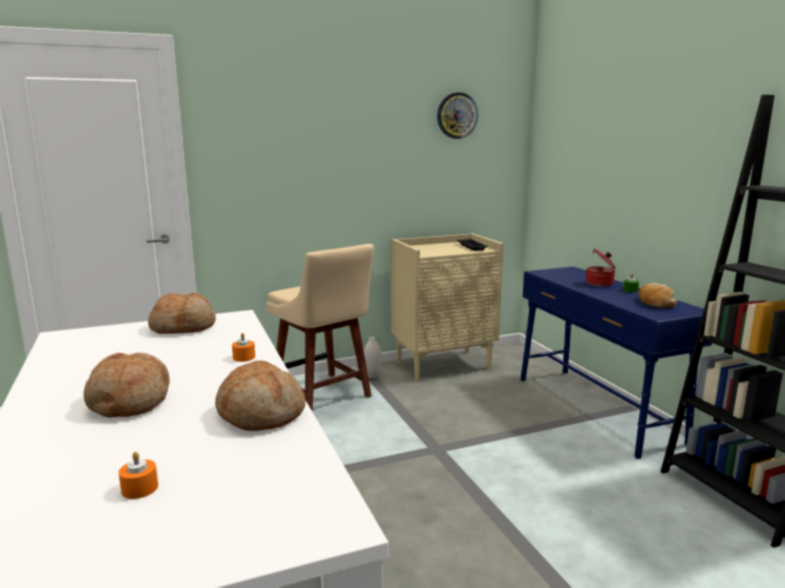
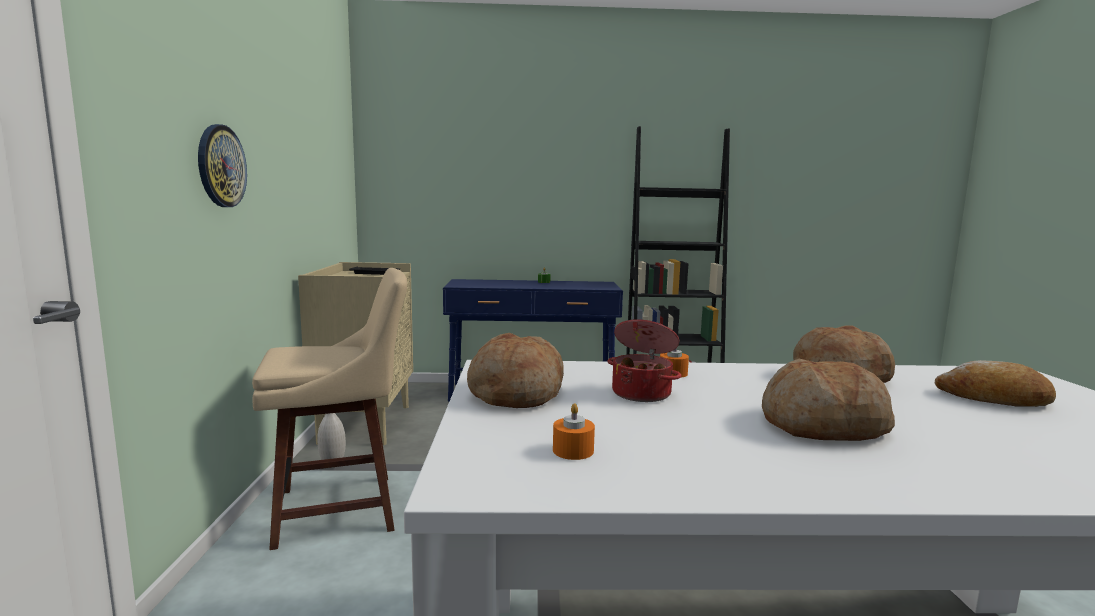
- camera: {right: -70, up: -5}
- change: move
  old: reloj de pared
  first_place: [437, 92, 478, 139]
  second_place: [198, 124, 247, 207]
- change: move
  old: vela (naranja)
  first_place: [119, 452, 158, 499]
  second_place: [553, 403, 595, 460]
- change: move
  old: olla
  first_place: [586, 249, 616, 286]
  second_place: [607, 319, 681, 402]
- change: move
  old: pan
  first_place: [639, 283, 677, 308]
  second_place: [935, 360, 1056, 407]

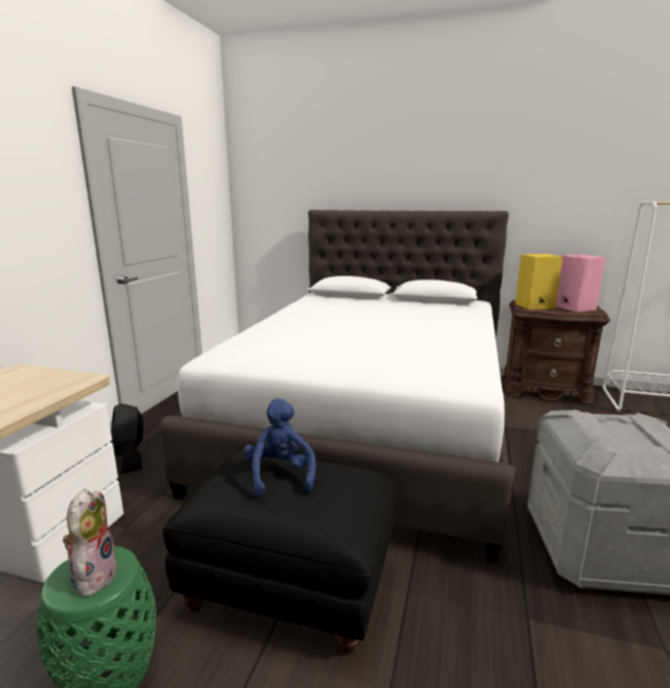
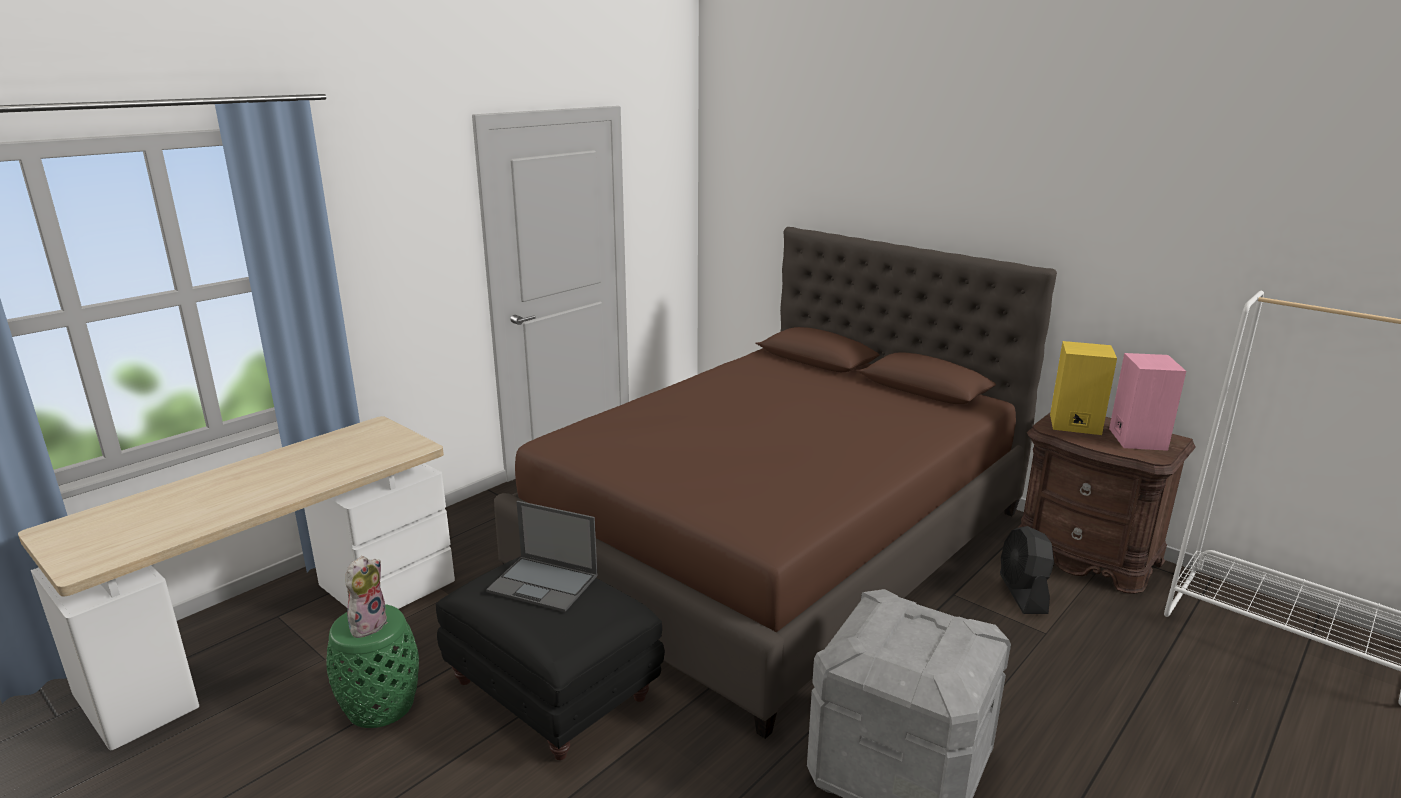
- camera: {right: 25, up: 5}
- change: replace
  old: peluche (azul)
  new: portátil
  first_place: [243, 399, 316, 497]
  second_place: [486, 501, 598, 612]
- change: recolor
  old: cama (blanco)
  new: cama (marrón)
  first_place: [160, 210, 515, 562]
  second_place: [494, 227, 1057, 739]
- change: move
  old: ventilador (negro)
  first_place: [111, 403, 144, 474]
  second_place: [1000, 526, 1054, 614]

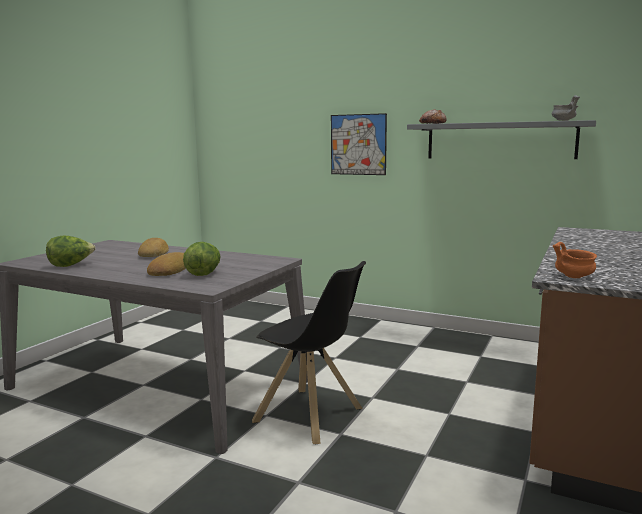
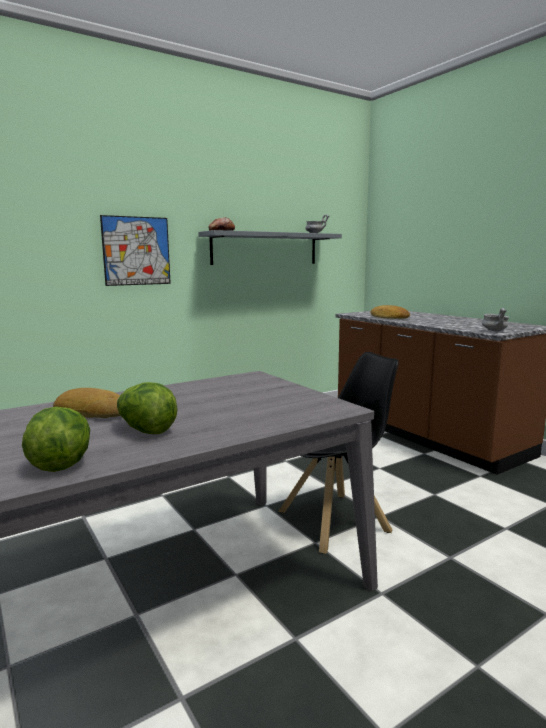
- camera: {right: -60, up: 0}
- change: move
  old: lechuga
  first_place: [183, 242, 221, 276]
  second_place: [117, 382, 178, 434]
- change: move
  old: pan
  first_place: [147, 252, 186, 276]
  second_place: [371, 305, 410, 319]
- change: recolor
  old: cuenco (naranja)
  new: cuenco (gris)
  first_place: [553, 242, 597, 278]
  second_place: [482, 308, 510, 331]

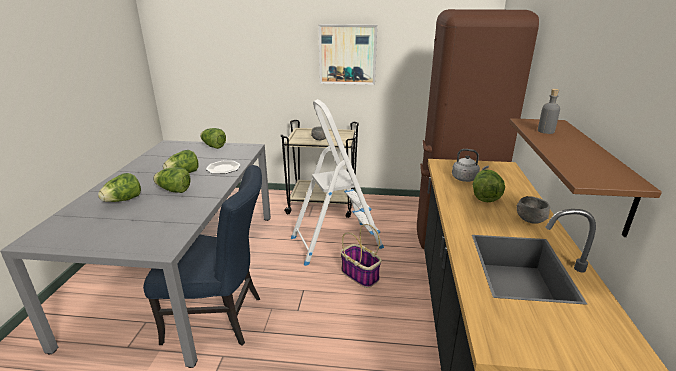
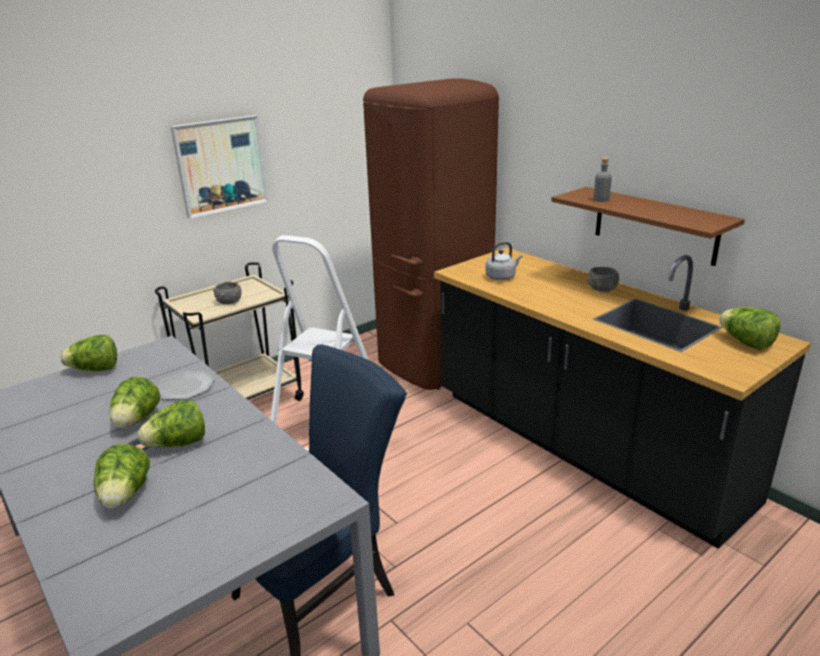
- camera: {right: -45, up: 0}
- change: move
  old: lechuga
  first_place: [473, 169, 505, 202]
  second_place: [719, 307, 781, 350]
- change: delete
  old: cesta
  first_place: [341, 224, 381, 288]

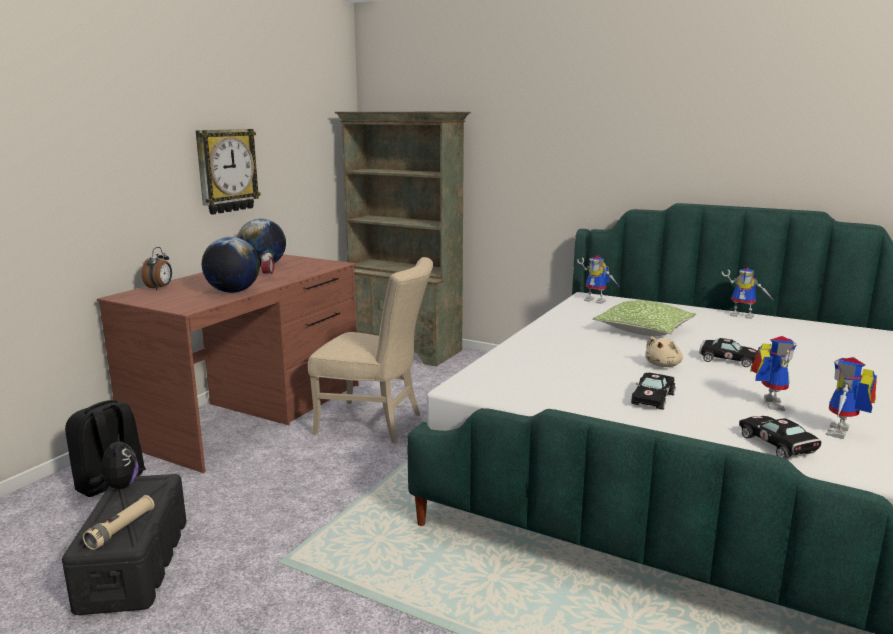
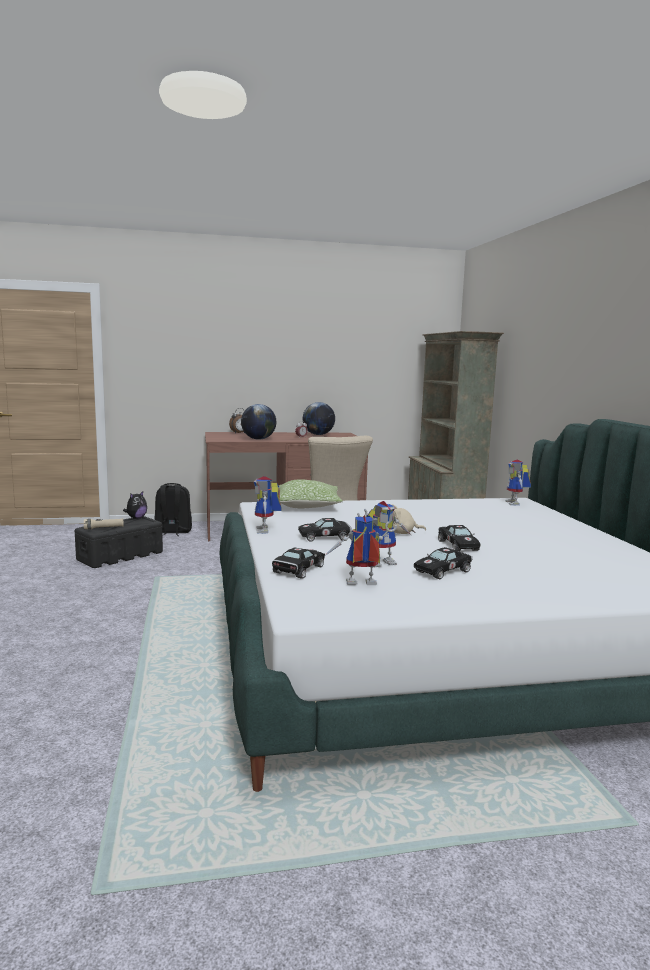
- camera: {right: 50, up: -5}
- change: move
  old: robot de juguete
  first_place: [721, 267, 773, 319]
  second_place: [254, 476, 281, 534]
- change: move
  old: cojín
  first_place: [593, 300, 696, 336]
  second_place: [278, 479, 343, 509]
- change: insert
  new: coche de juguete (negro)
  second_place: [414, 547, 472, 579]
- change: delete
  old: reloj de pared
  first_place: [196, 129, 261, 215]

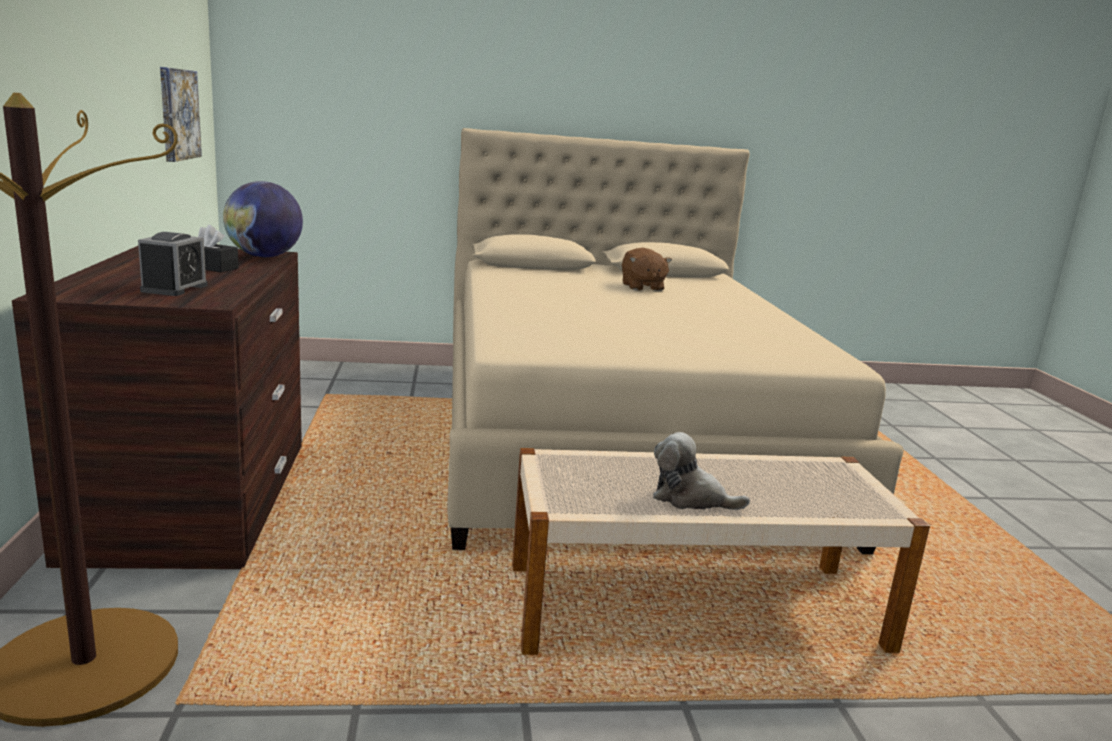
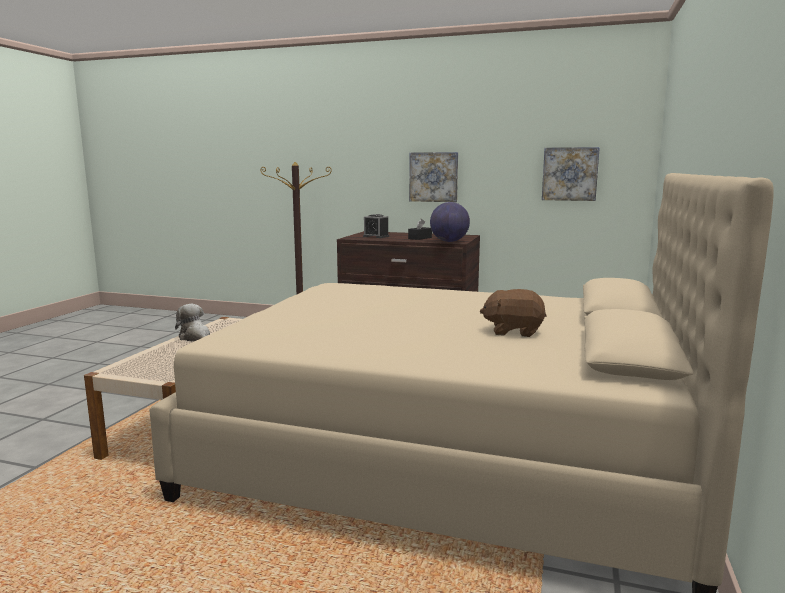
- camera: {right: 115, up: -5}
- change: rotate
  old: peluche
  first_place: [653, 432, 750, 510]
  second_place: [175, 304, 210, 341]
  degrees: -90
- change: insert
  new: cuadro
  second_place: [409, 152, 458, 202]

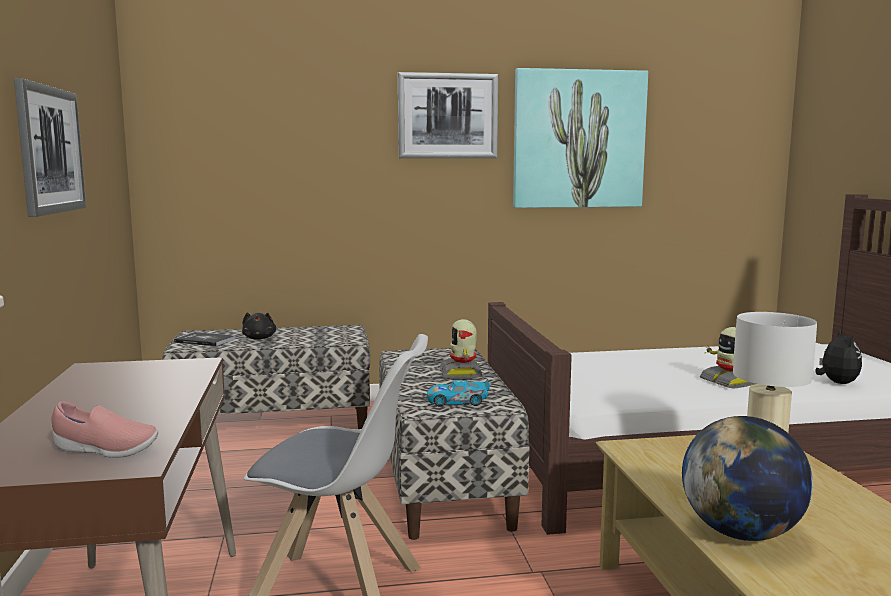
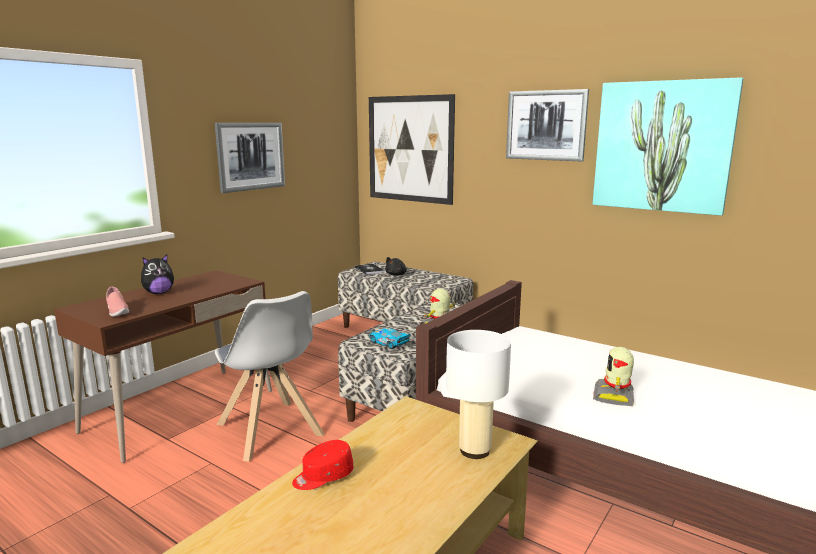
- camera: {right: 45, up: 5}
- change: move
  old: peluche
  first_place: [816, 330, 862, 384]
  second_place: [141, 254, 174, 294]
- change: replace
  old: globo terráqueo
  new: gorra (rojo)
  first_place: [682, 416, 813, 541]
  second_place: [292, 440, 354, 490]
- change: insert
  new: cuadro
  second_place: [369, 94, 455, 205]

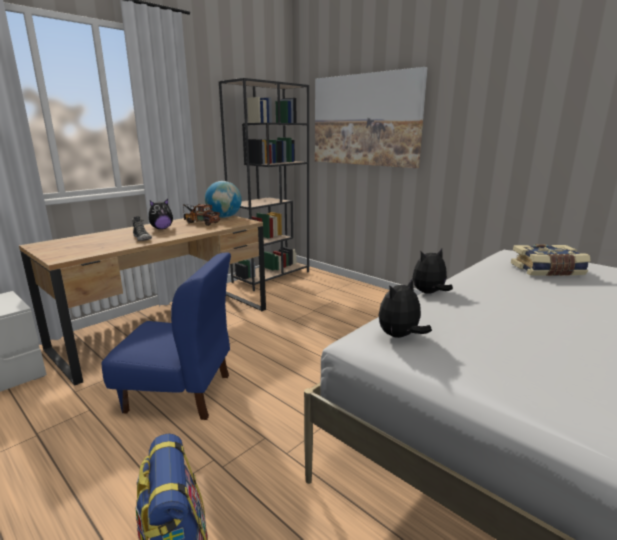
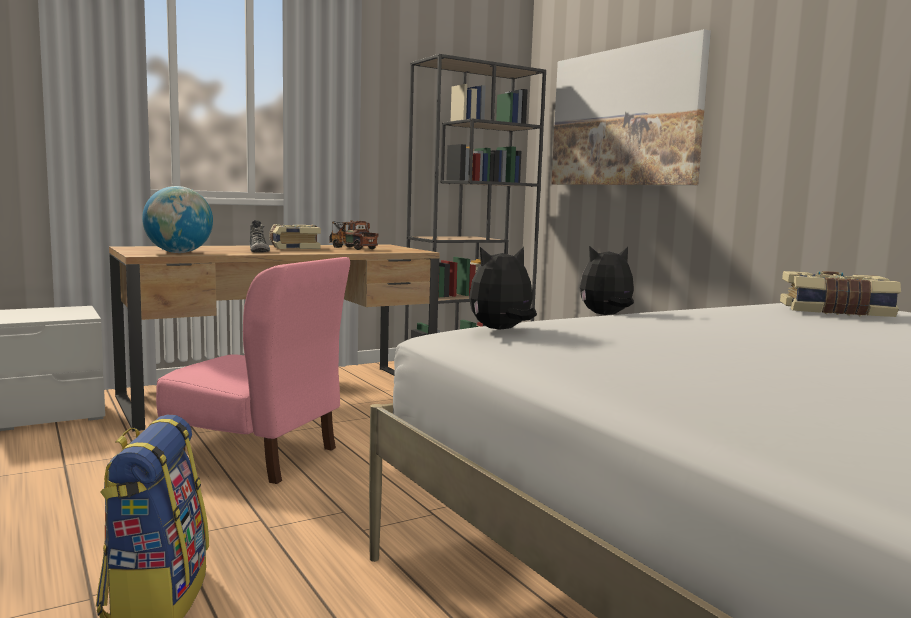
- camera: {right: 15, up: -10}
- change: move
  old: globo terráqueo
  first_place: [205, 181, 242, 218]
  second_place: [142, 186, 213, 253]
- change: recolor
  old: silla (azul)
  new: silla (rosa)
  first_place: [102, 253, 231, 420]
  second_place: [156, 257, 350, 484]
- change: replace
  old: peluche
  new: libro
  first_place: [149, 199, 173, 229]
  second_place: [269, 224, 321, 249]

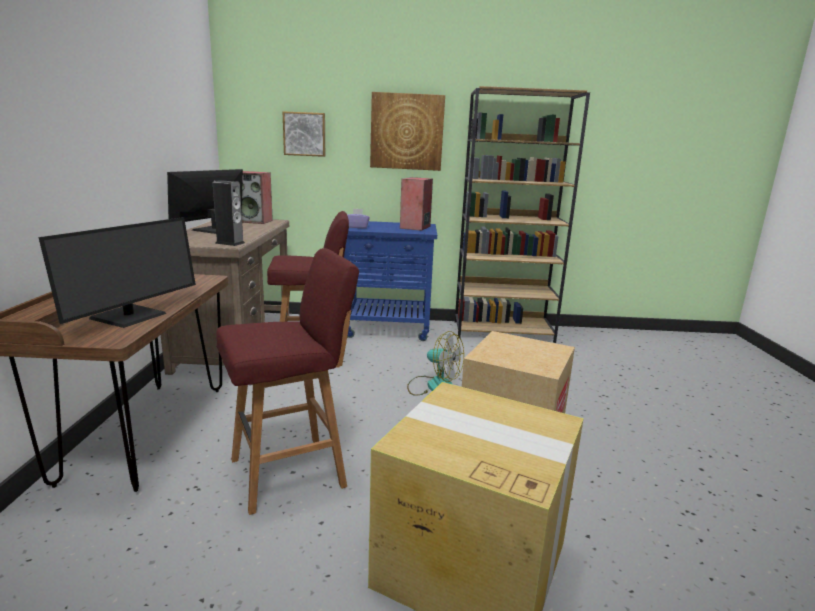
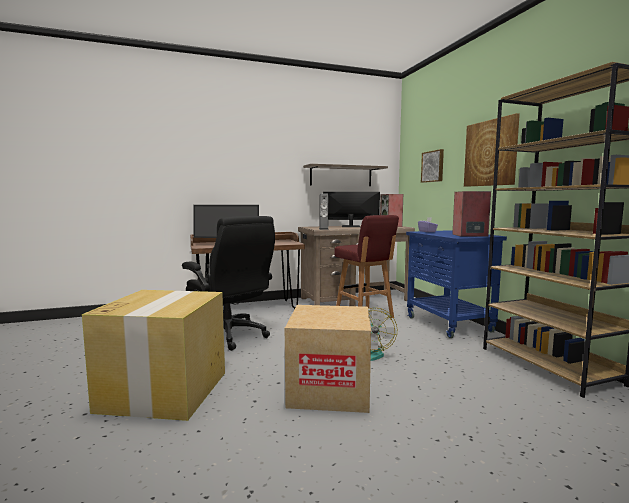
- camera: {right: 70, up: -10}
- change: replace
  old: taburete (rojo)
  new: silla de oficina (negro)
  first_place: [216, 248, 359, 515]
  second_place: [182, 216, 275, 351]
- change: insert
  new: estante
  second_place: [303, 164, 388, 186]

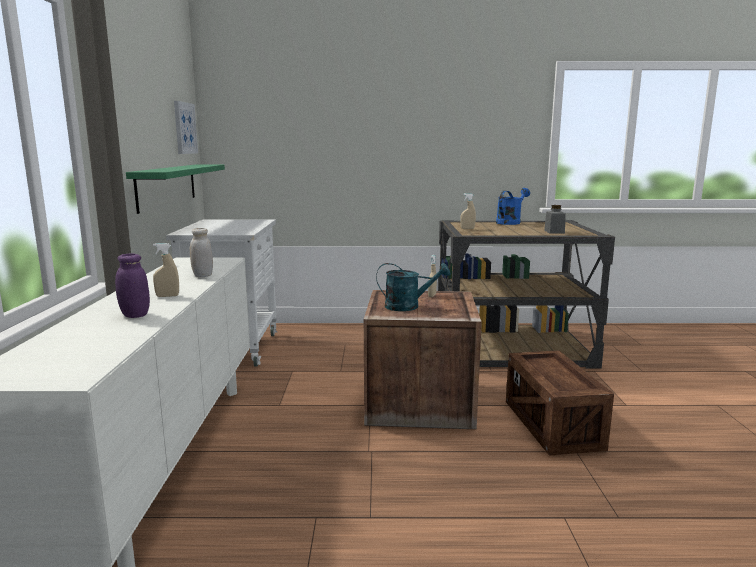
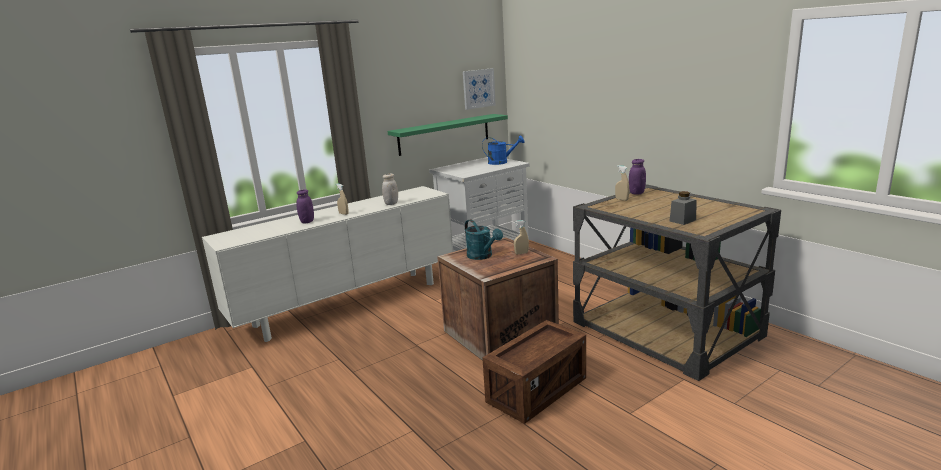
- camera: {right: 55, up: 5}
- change: move
  old: regadera (azul)
  first_place: [496, 188, 530, 225]
  second_place: [482, 136, 525, 165]
- change: insert
  new: tarro (morado)
  second_place: [629, 159, 646, 195]

